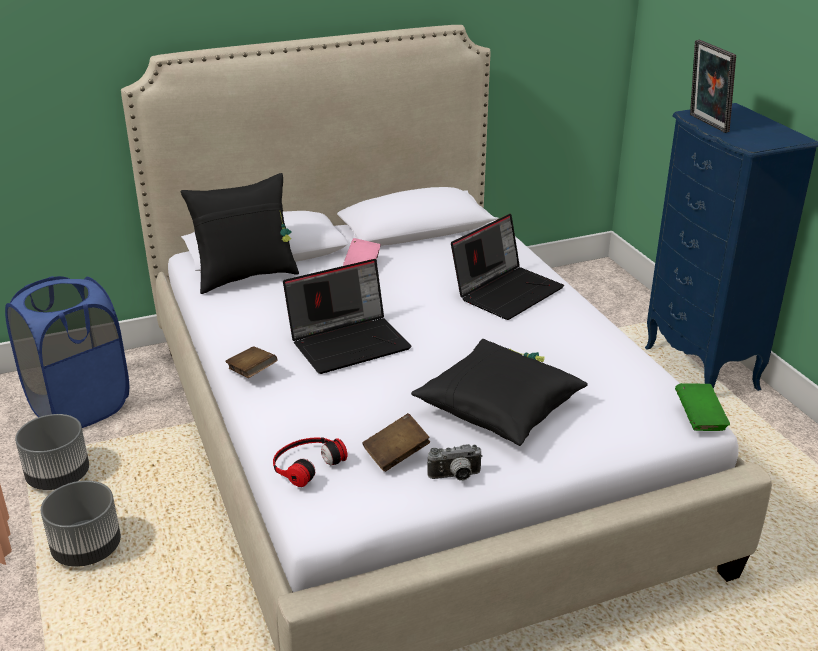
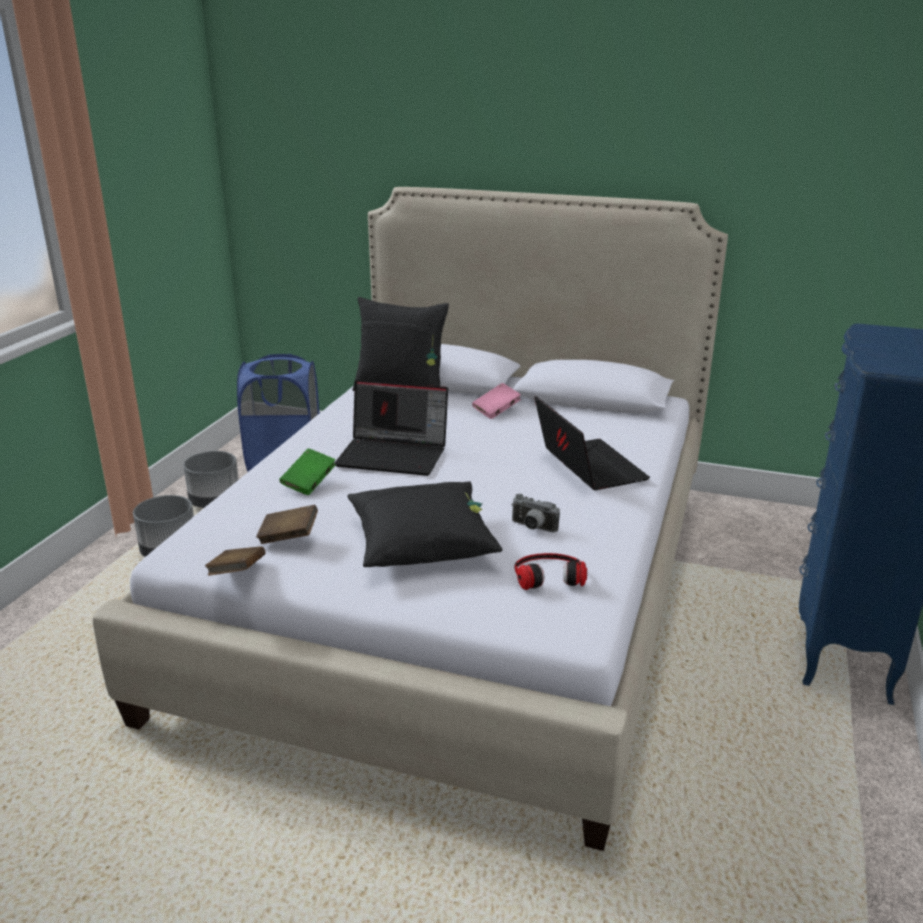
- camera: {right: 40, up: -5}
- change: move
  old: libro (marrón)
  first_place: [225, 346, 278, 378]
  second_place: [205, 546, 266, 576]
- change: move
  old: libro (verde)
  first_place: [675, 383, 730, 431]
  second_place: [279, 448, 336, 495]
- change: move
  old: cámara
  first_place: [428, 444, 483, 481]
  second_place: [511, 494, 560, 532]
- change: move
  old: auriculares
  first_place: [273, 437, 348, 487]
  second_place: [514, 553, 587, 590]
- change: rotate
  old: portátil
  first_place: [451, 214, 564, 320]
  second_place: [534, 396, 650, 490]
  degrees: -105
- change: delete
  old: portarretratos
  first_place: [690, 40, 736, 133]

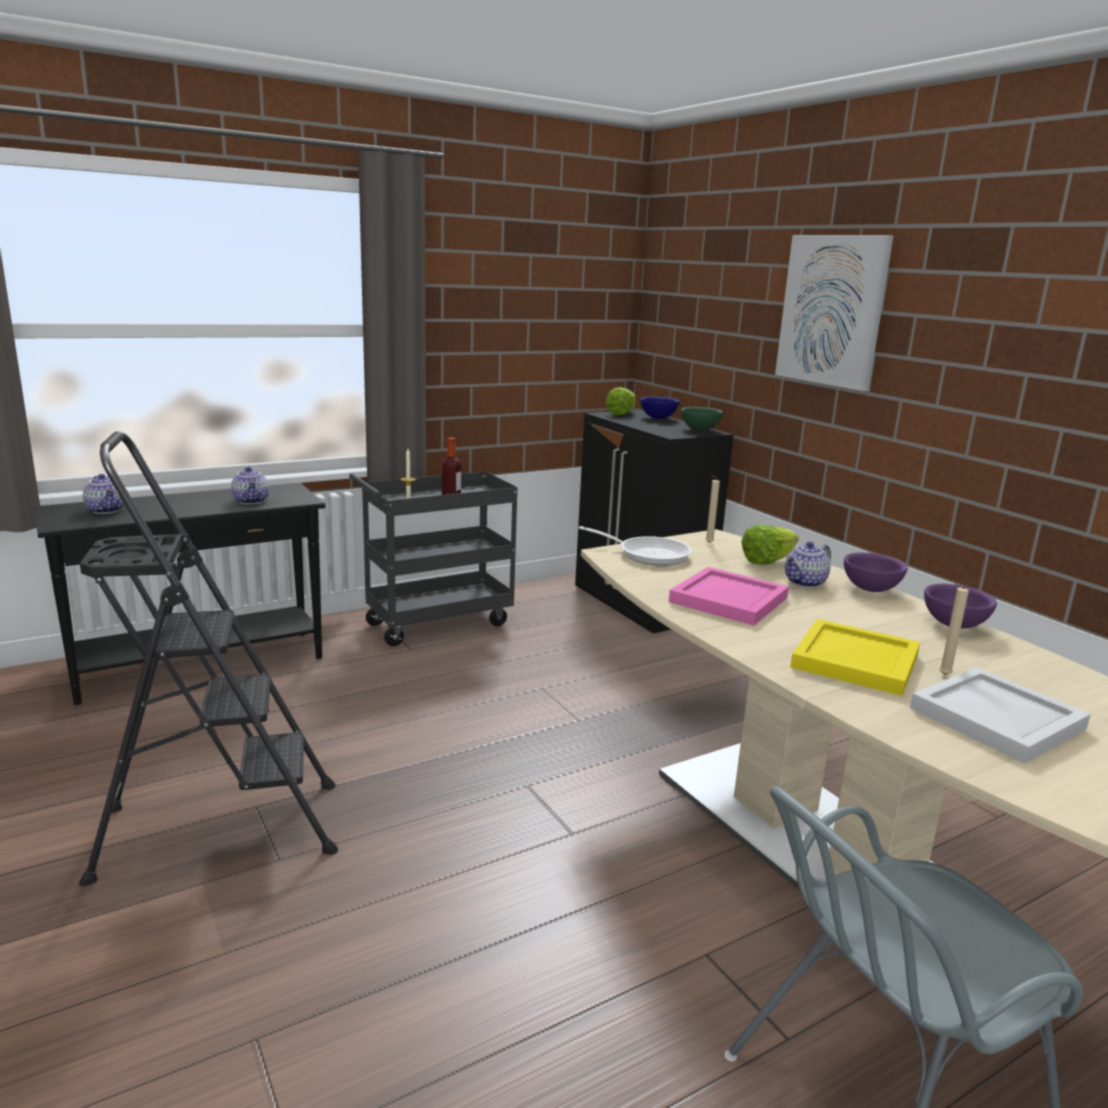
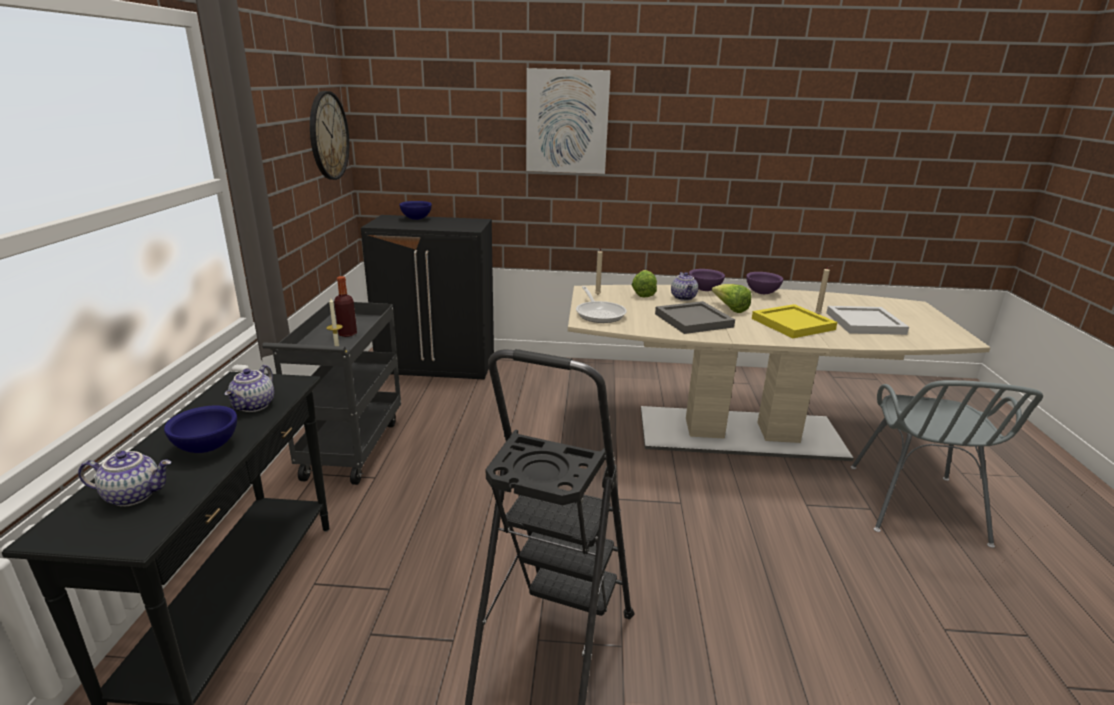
- camera: {right: -55, up: 5}
- change: insert
  new: cuenco (azul)
  second_place: [164, 405, 237, 453]
- change: rotate
  old: tetera
  first_place: [231, 467, 269, 504]
  second_place: [225, 365, 274, 412]
  degrees: 90
- change: insert
  new: reloj de pared
  second_place: [310, 91, 349, 180]
- change: rotate
  old: sartén
  first_place: [579, 526, 692, 566]
  second_place: [576, 286, 627, 323]
  degrees: 105
- change: recolor
  old: bandeja (rosa)
  new: bandeja (gris)
  first_place: [669, 567, 789, 625]
  second_place: [655, 301, 735, 334]
- change: move
  old: lechuga
  first_place: [605, 387, 636, 415]
  second_place: [712, 284, 751, 313]
- change: delete
  old: cuenco (verde)
  first_place: [681, 407, 723, 431]

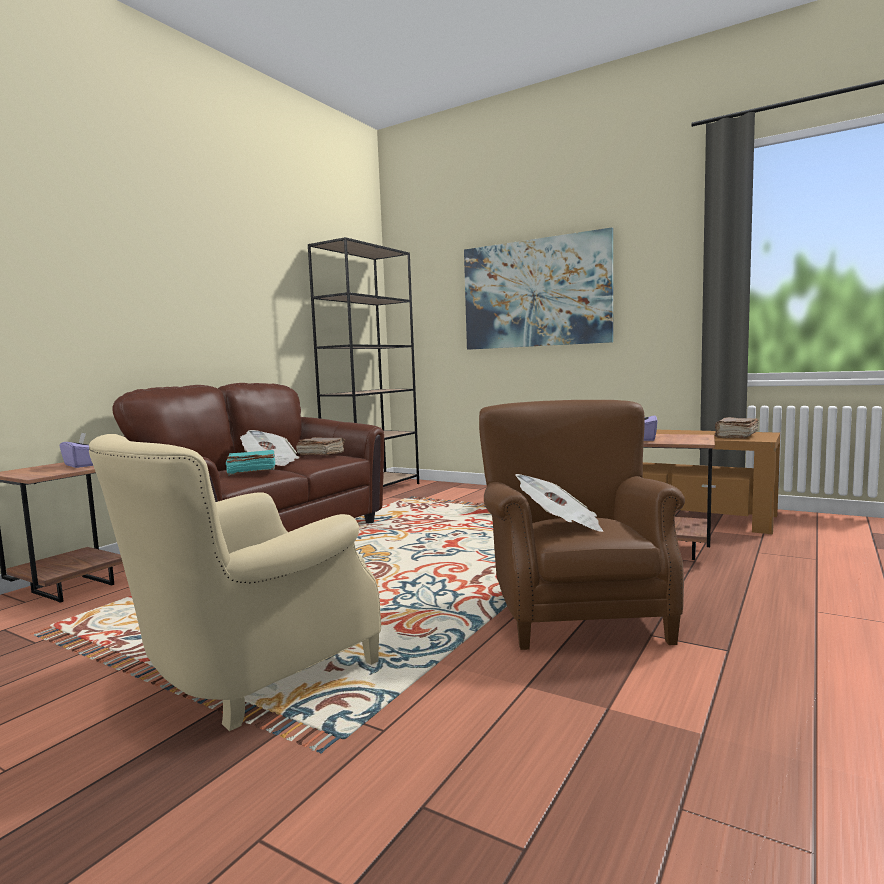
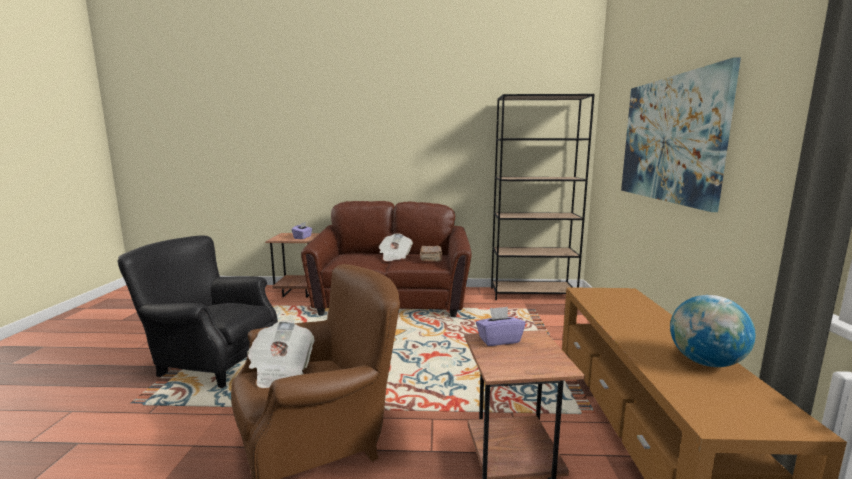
- camera: {right: 60, up: 5}
- change: recolor
  old: sillón (beis)
  new: sillón (negro)
  first_place: [89, 434, 381, 731]
  second_place: [118, 235, 278, 388]
- change: insert
  new: globo terráqueo
  second_place: [670, 295, 756, 367]
- change: delete
  old: libro (turquesa)
  first_place: [226, 450, 275, 475]
- change: delete
  old: libro (marrón)
  first_place: [714, 417, 759, 439]

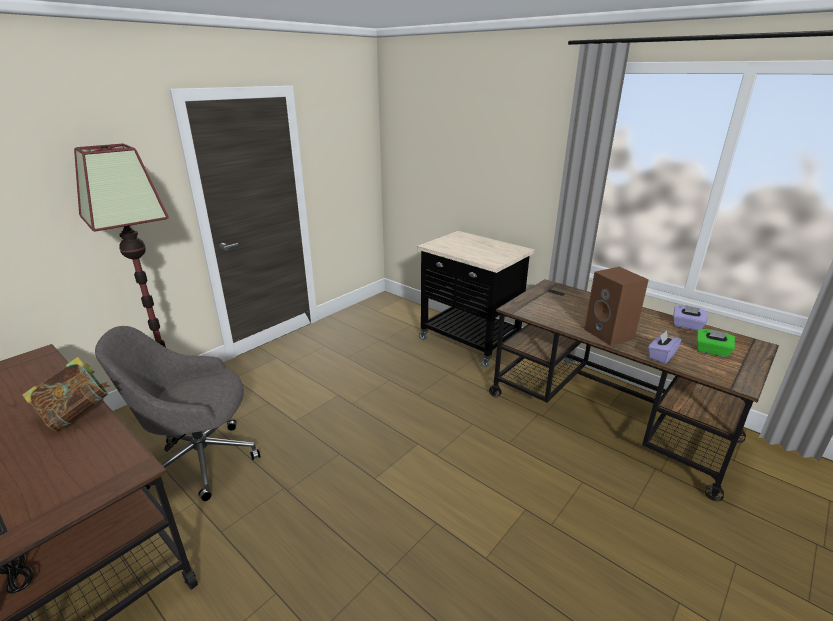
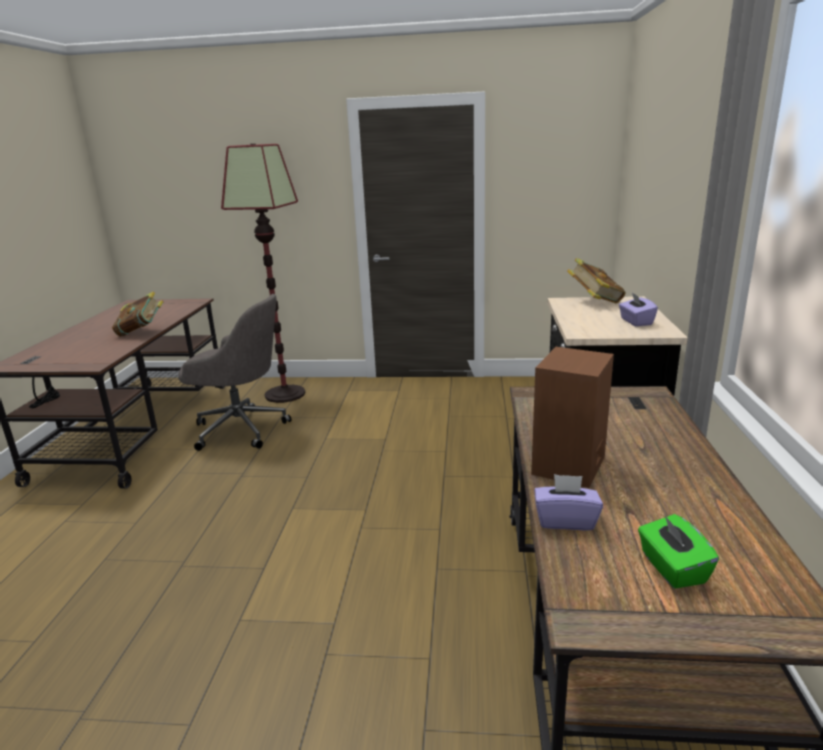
- camera: {right: 55, up: -5}
- change: rotate
  old: silla de oficina (gris)
  first_place: [95, 326, 260, 501]
  second_place: [178, 294, 291, 451]
  degrees: 150
- change: insert
  new: libro
  second_place: [567, 258, 626, 303]
- change: move
  old: caja de pañuelos (morado)
  first_place: [673, 305, 708, 331]
  second_place: [619, 293, 658, 326]

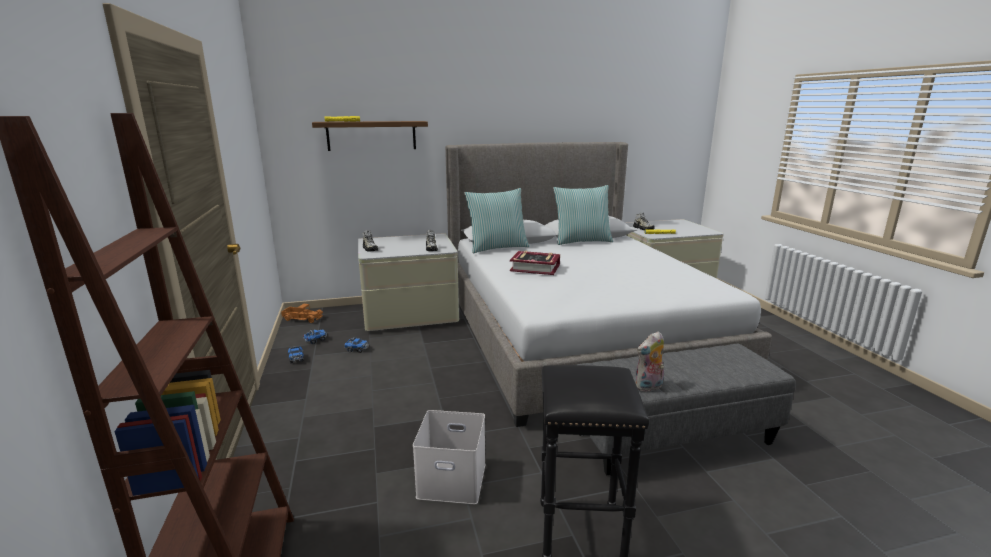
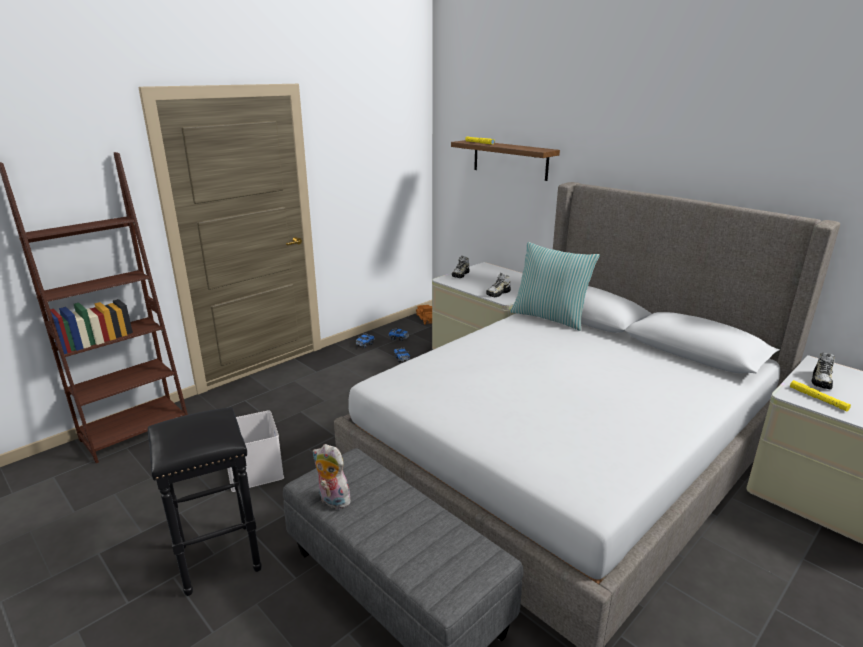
- camera: {right: 60, up: 5}
- change: delete
  old: libro
  first_place: [510, 251, 560, 275]
- change: delete
  old: cojín
  first_place: [553, 185, 613, 245]

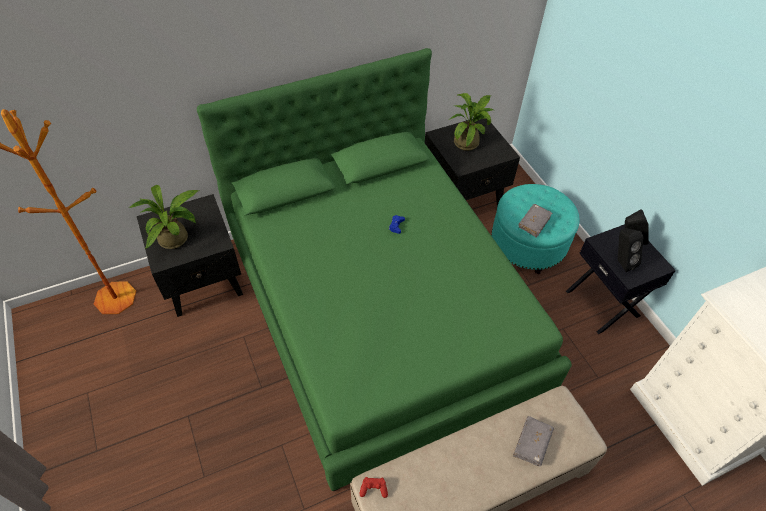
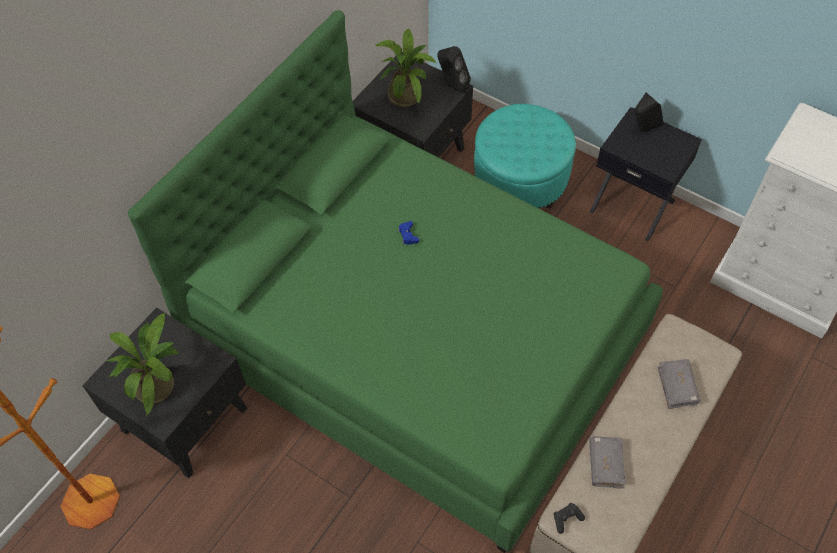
- camera: {right: -30, up: 5}
- change: move
  old: altavoz (negro)
  first_place: [618, 228, 643, 272]
  second_place: [437, 46, 471, 93]
- change: recolor
  old: mando de consola (rojo)
  new: mando de consola (negro)
  first_place: [359, 477, 388, 498]
  second_place: [554, 503, 585, 534]
- change: move
  old: libro (gris)
  first_place: [518, 204, 552, 238]
  second_place: [589, 436, 626, 489]

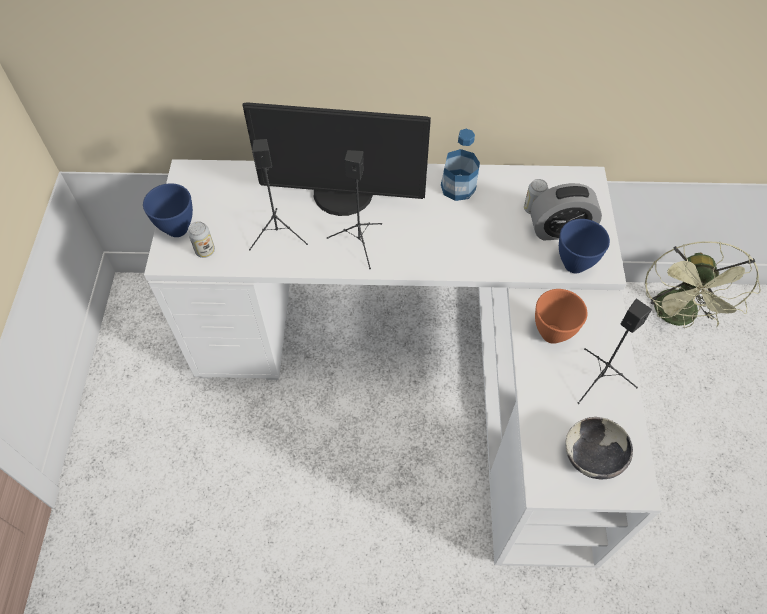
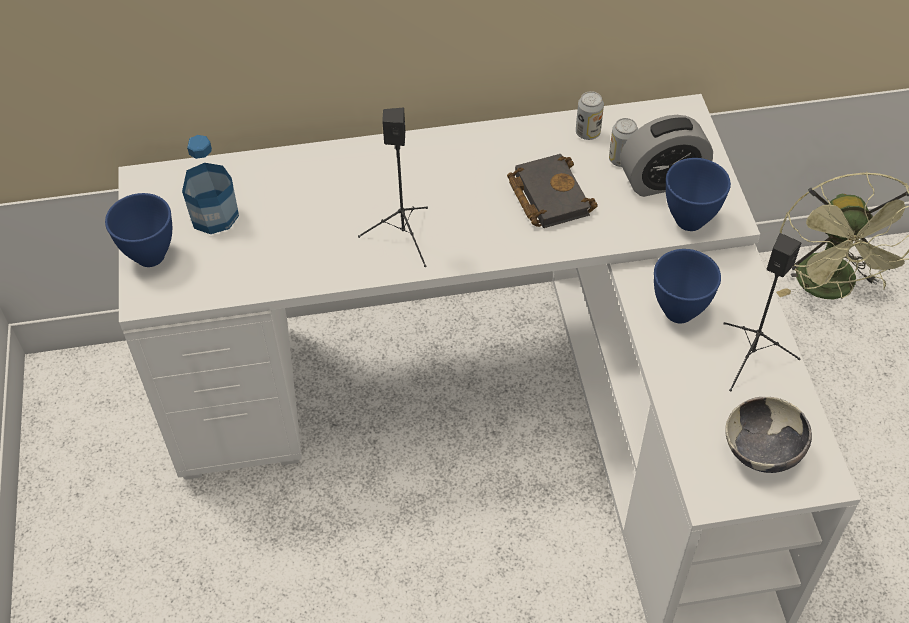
- camera: {right: -10, up: -5}
- change: move
  old: botella
  first_place: [441, 129, 480, 201]
  second_place: [182, 135, 239, 234]
- change: insert
  new: libro (negro)
  second_place: [507, 154, 598, 228]
- change: move
  old: lata
  first_place: [188, 221, 215, 258]
  second_place: [576, 91, 604, 140]
- change: recolor
  old: cuenco (naranja)
  new: cuenco (azul)
  first_place: [535, 289, 588, 344]
  second_place: [654, 249, 721, 323]
- change: delete
  old: monitor
  first_place: [242, 102, 431, 216]
- change: delete
  old: altavoz (negro)
  first_place: [249, 139, 308, 250]

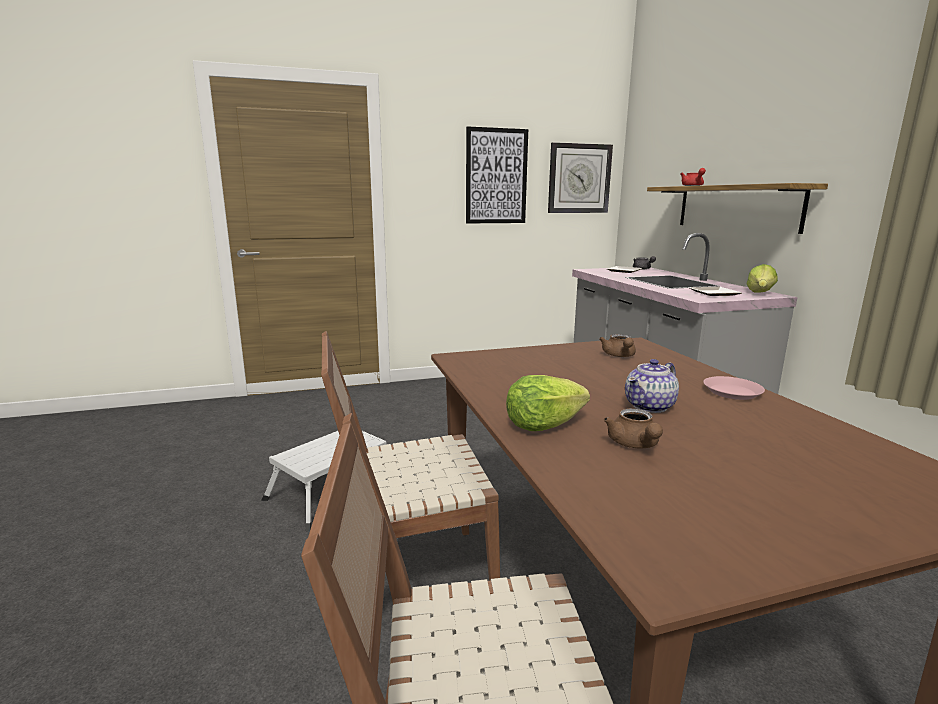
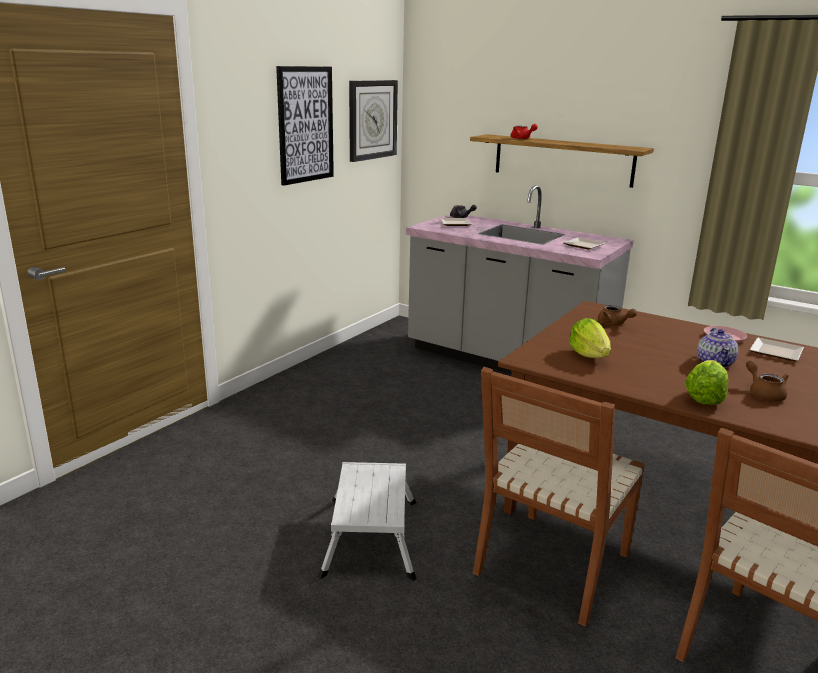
- camera: {right: -40, up: 5}
- change: move
  old: lechuga
  first_place: [746, 264, 778, 293]
  second_place: [569, 318, 611, 358]
- change: rotate
  old: tetera (marrón)
  first_place: [604, 408, 663, 448]
  second_place: [746, 360, 789, 402]
  degrees: -150
- change: insert
  new: plato
  second_place: [750, 337, 804, 361]

